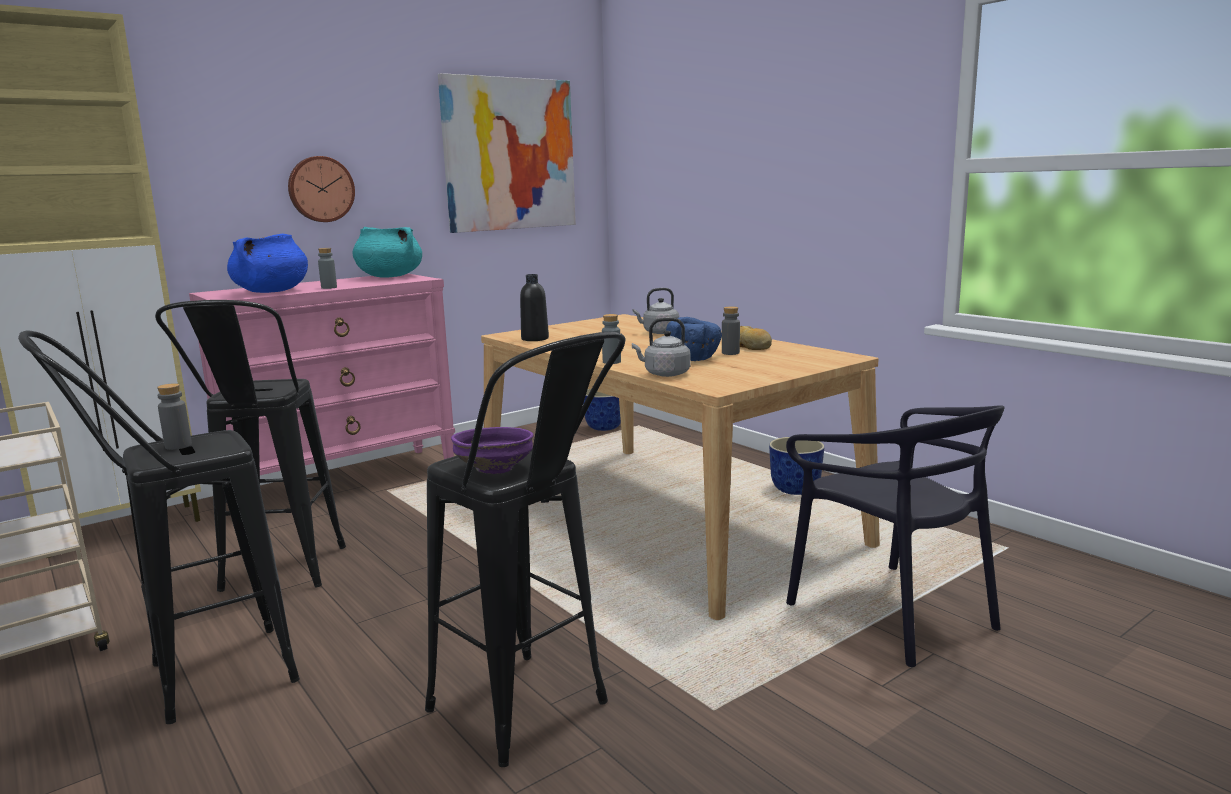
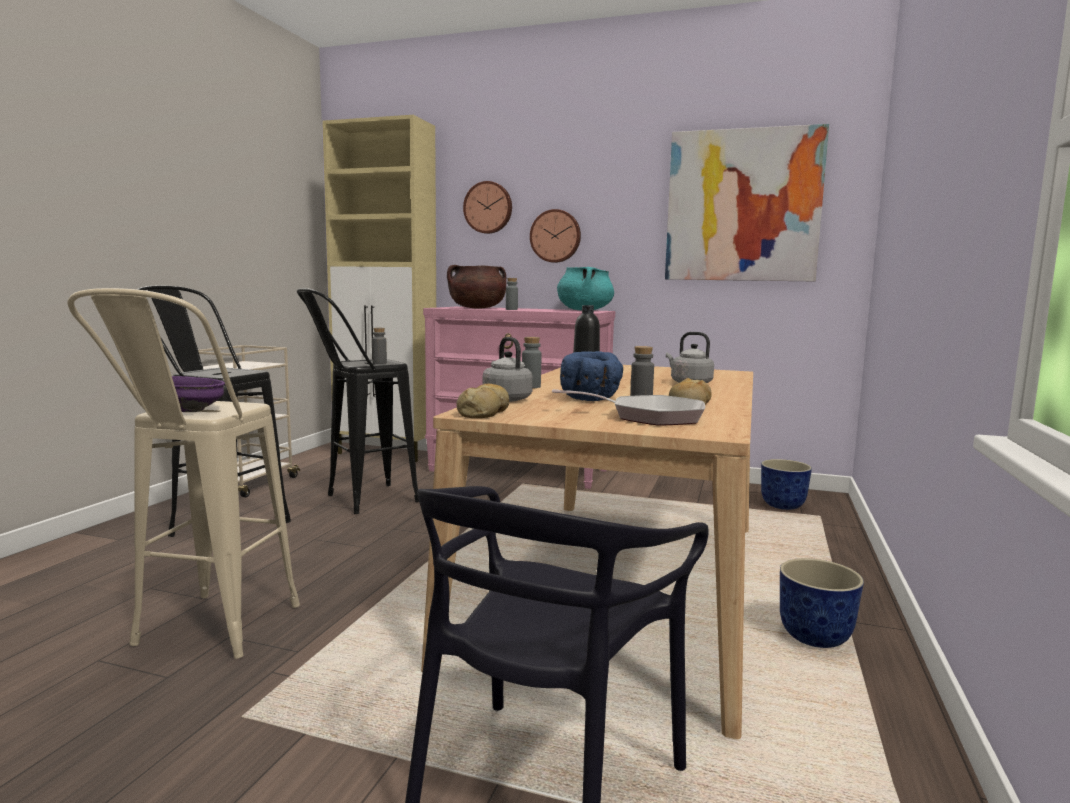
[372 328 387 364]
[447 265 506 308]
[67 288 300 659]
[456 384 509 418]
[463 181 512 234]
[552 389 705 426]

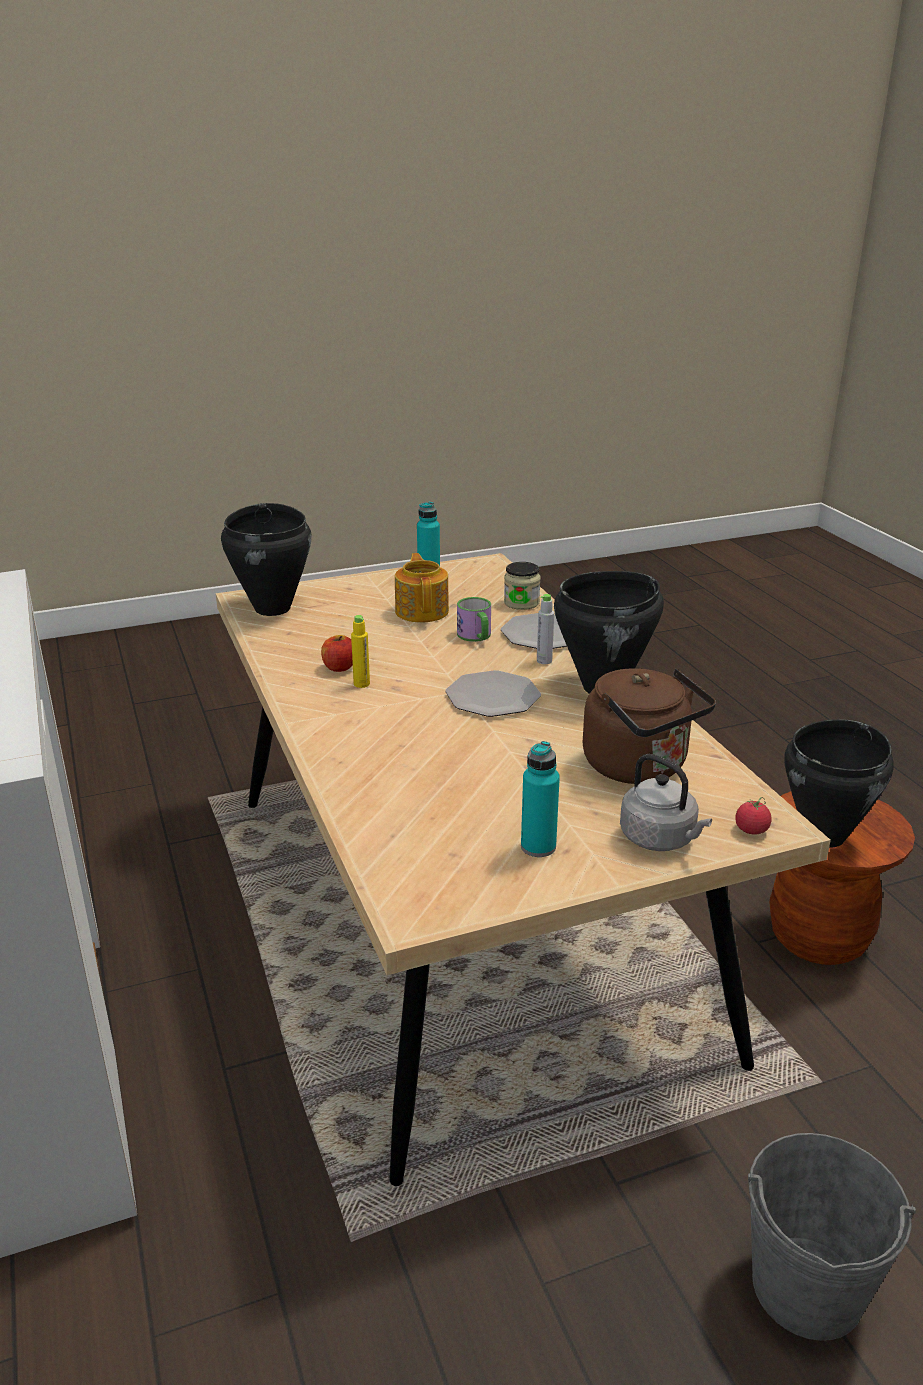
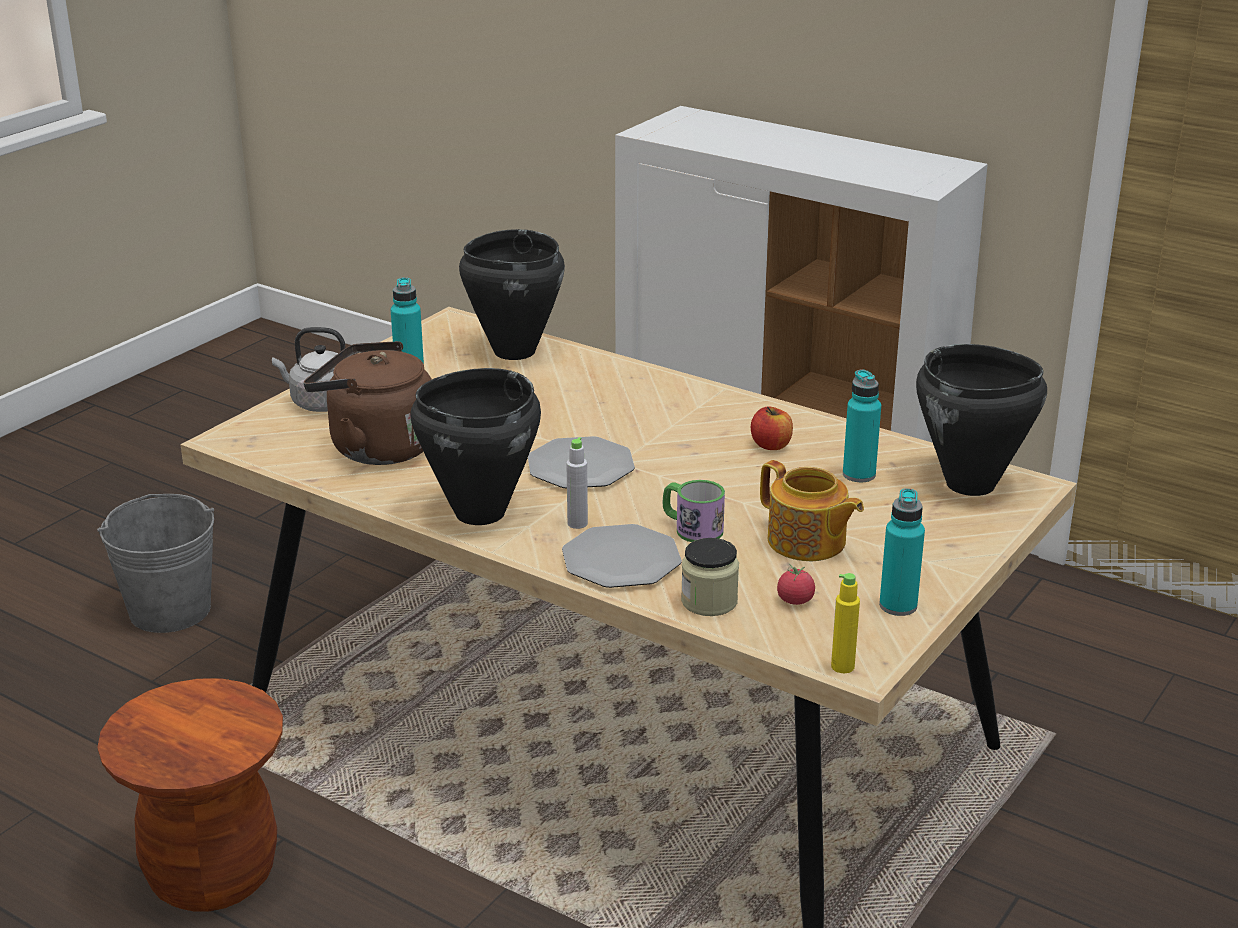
[831 573 860 673]
[777 564 815 605]
[459 229 565 360]
[843 369 881 482]

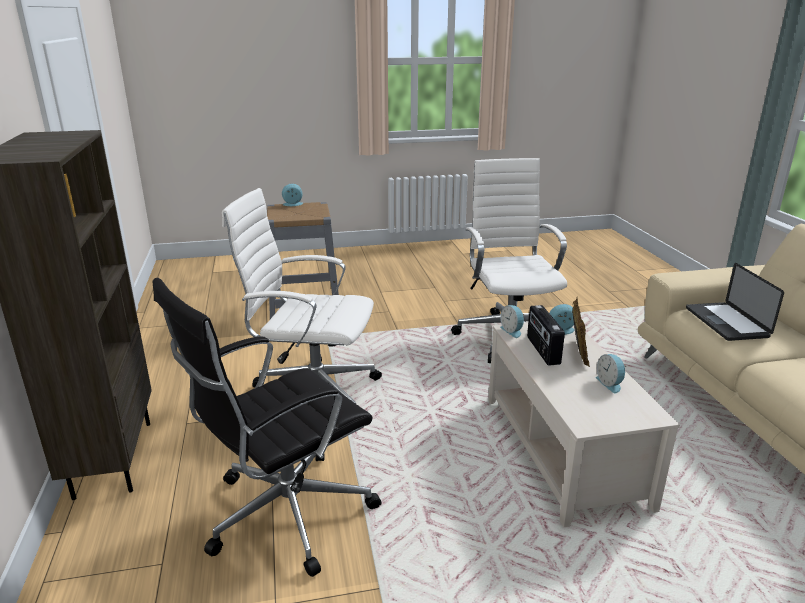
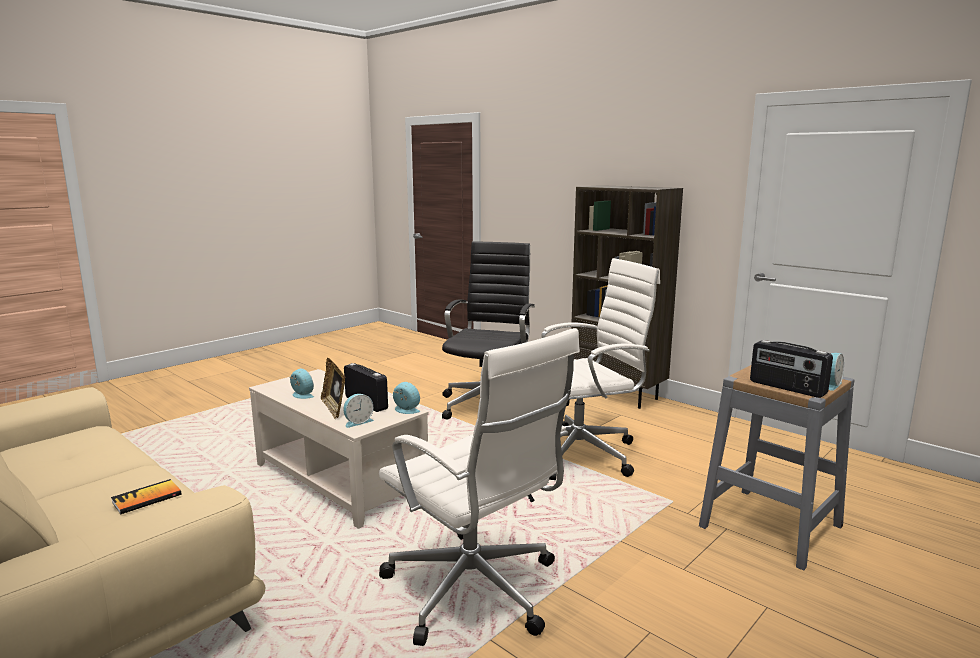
[111 479 182 515]
[750 340 833 398]

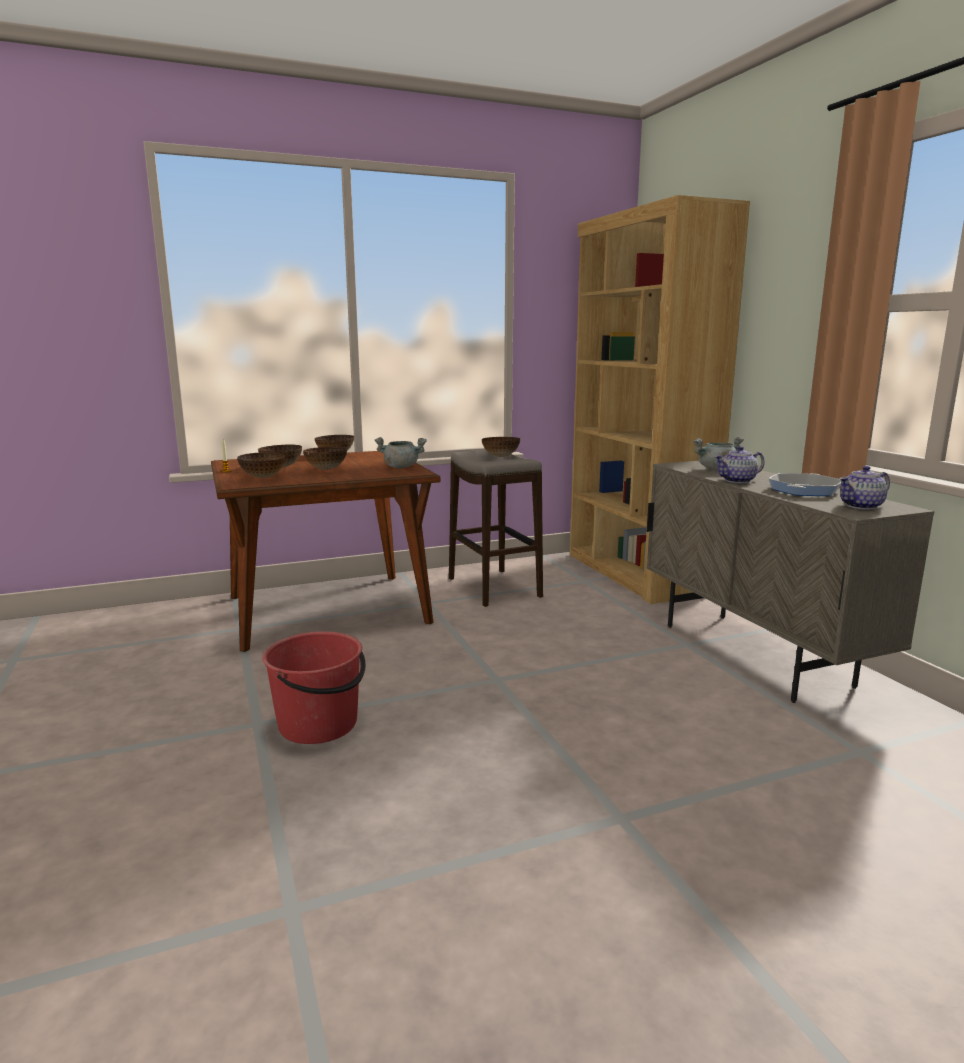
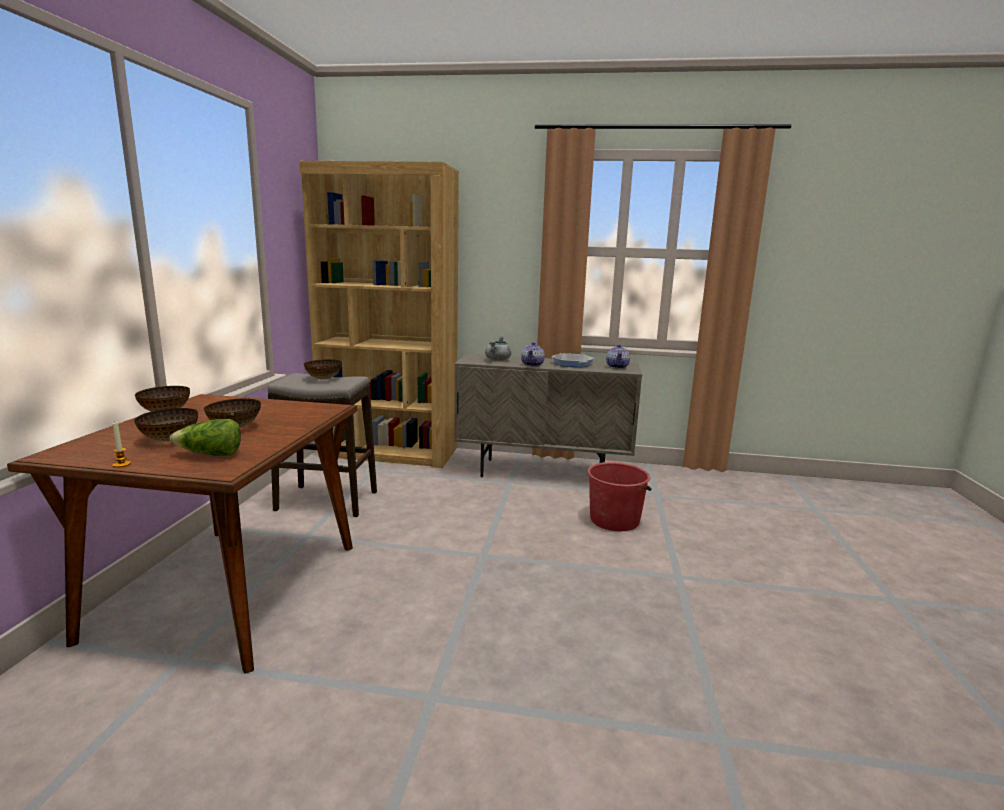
[170 419 241 456]
[588 462 652 531]
[375 437 427 468] (first image)

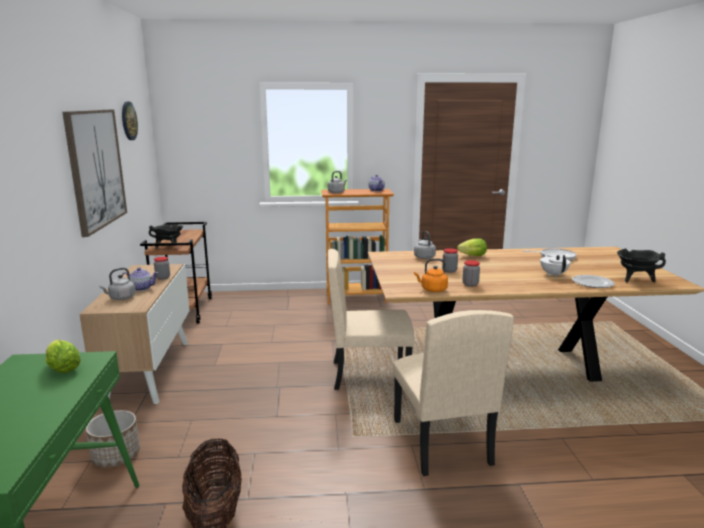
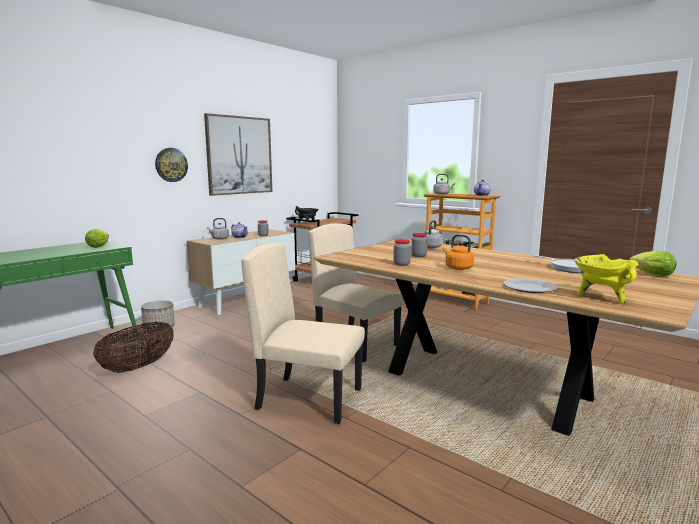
[155 148 188 182]
[241 244 365 424]
[443 234 474 270]
[630 251 677 276]
[540 255 571 277] (first image)
[574 254 638 305]

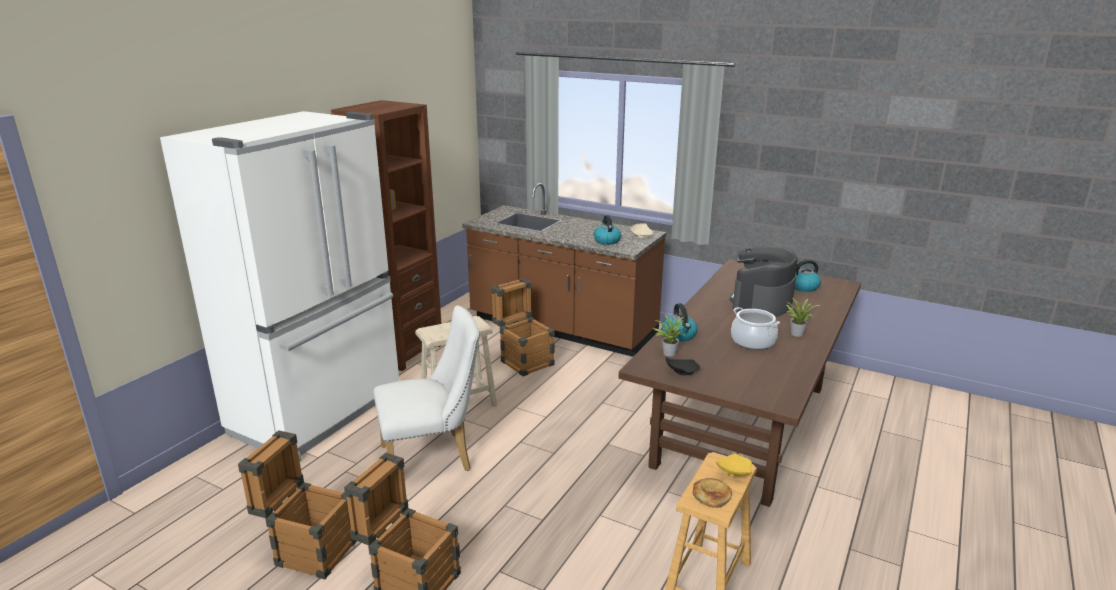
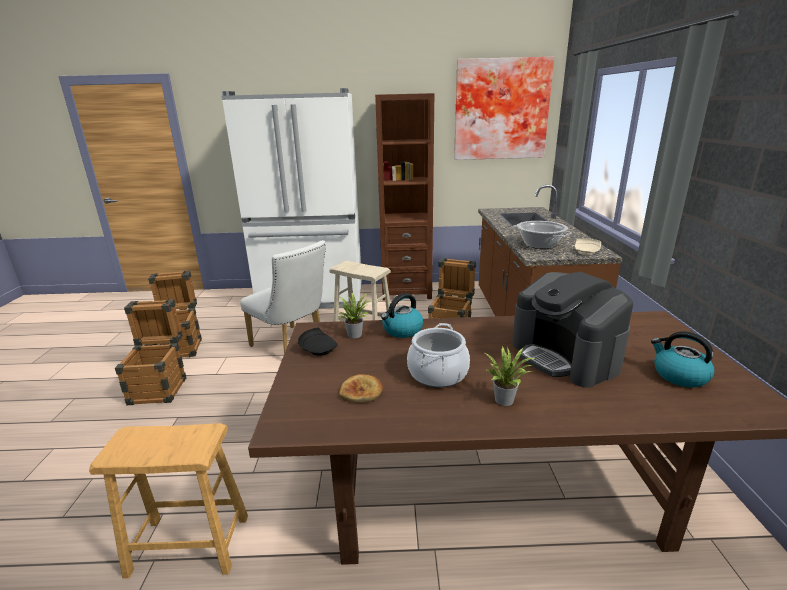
[513 221 572 249]
[339 374 383 403]
[716 454 752 477] (first image)
[512 272 633 388]
[454 57 554 160]

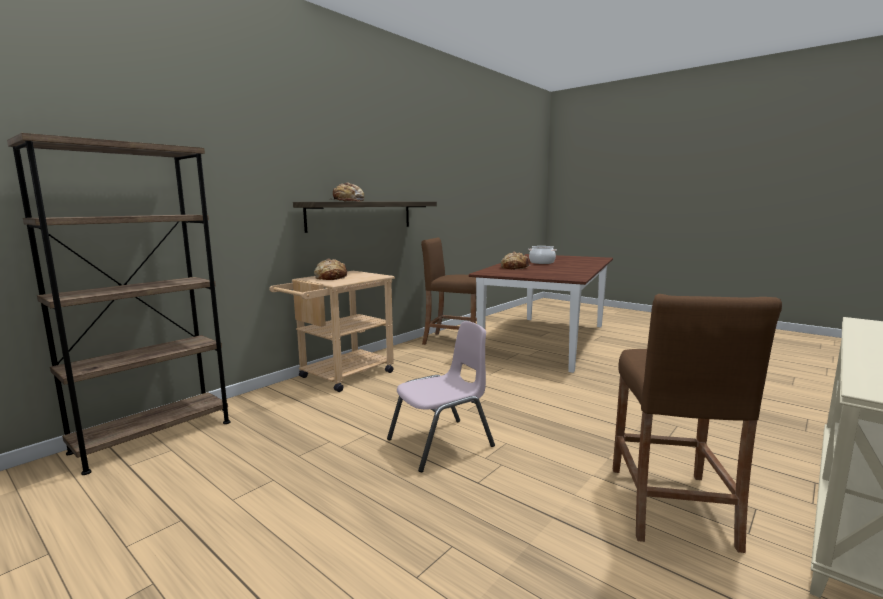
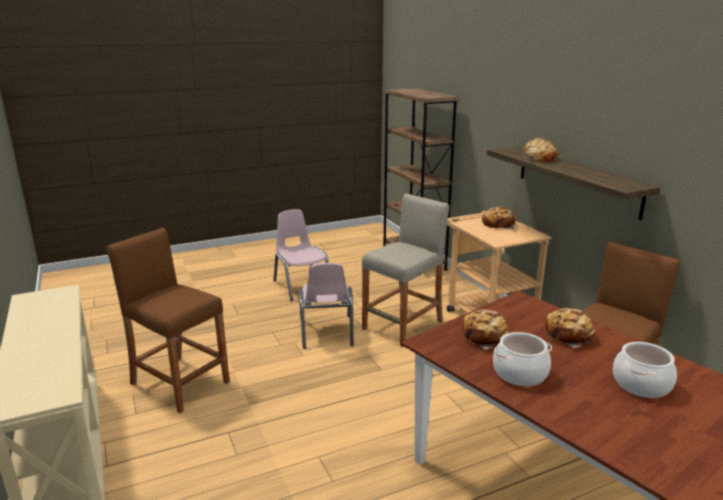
[273 209 329 302]
[362 194 449 347]
[462 309 509 349]
[493 332 552 386]

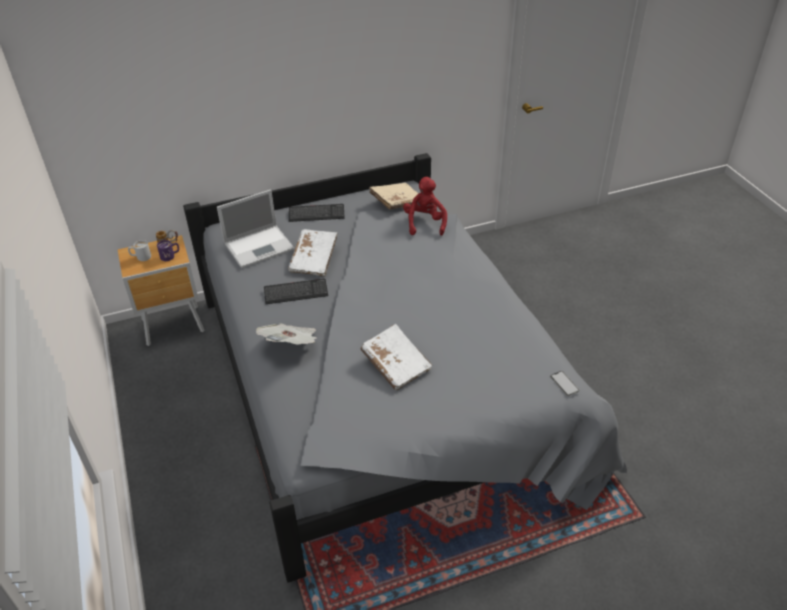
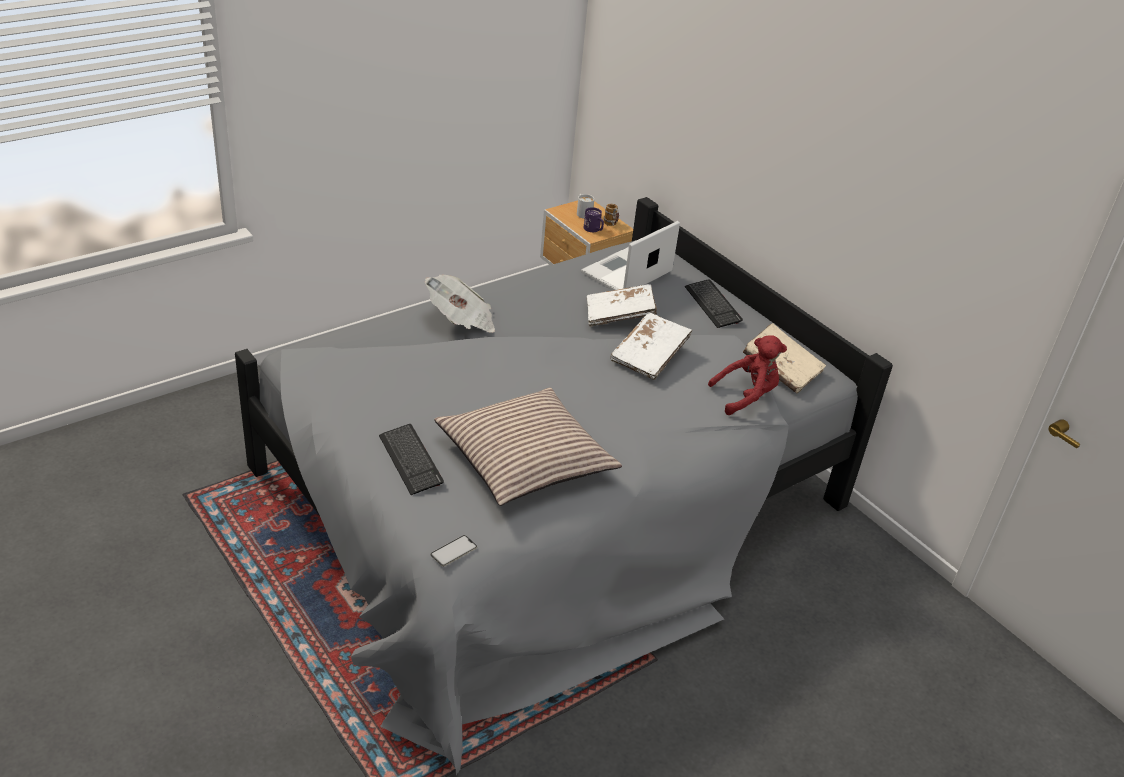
[581 221 680 291]
[379 424 444 495]
[610 313 692 380]
[434 388 622 506]

